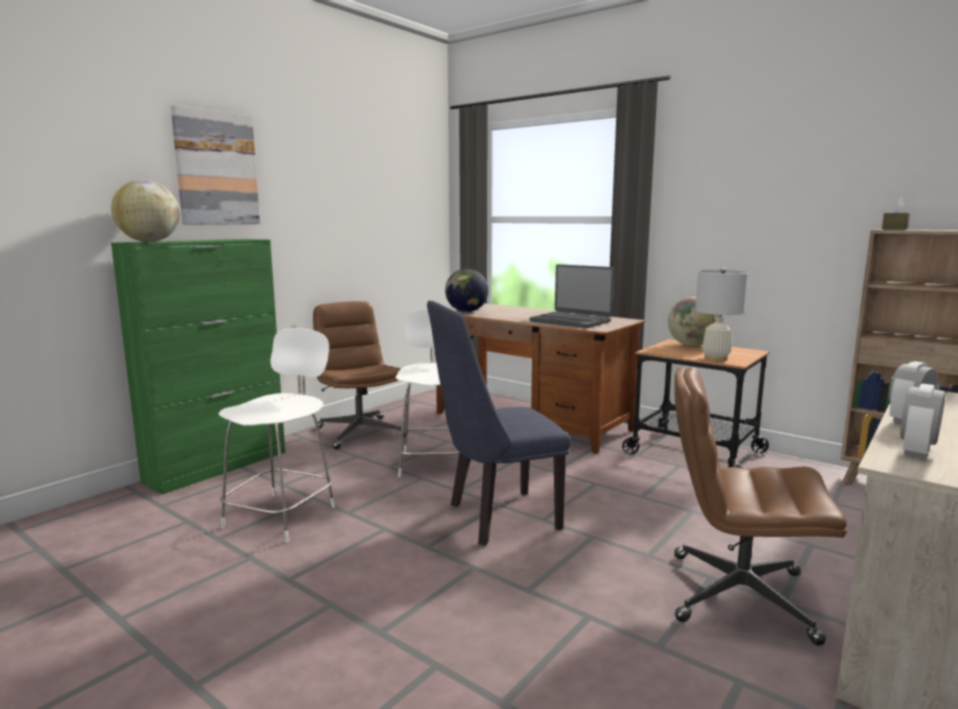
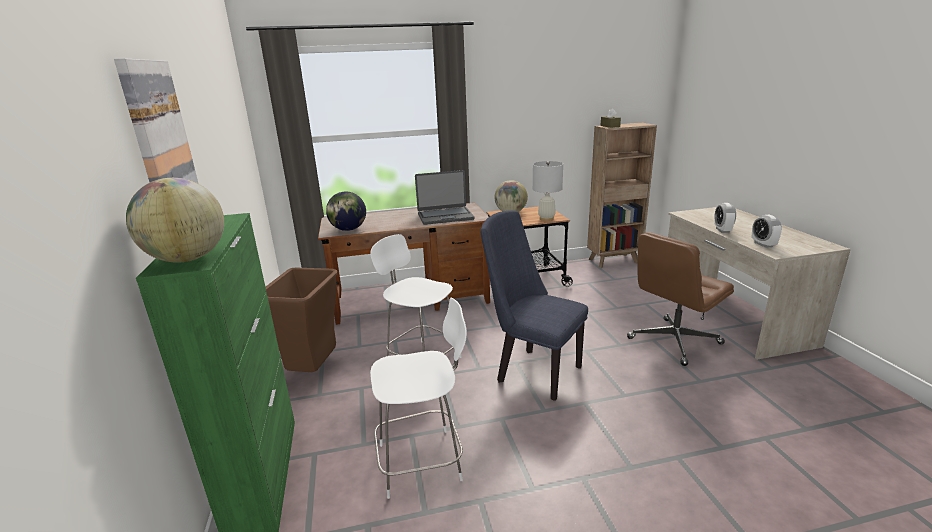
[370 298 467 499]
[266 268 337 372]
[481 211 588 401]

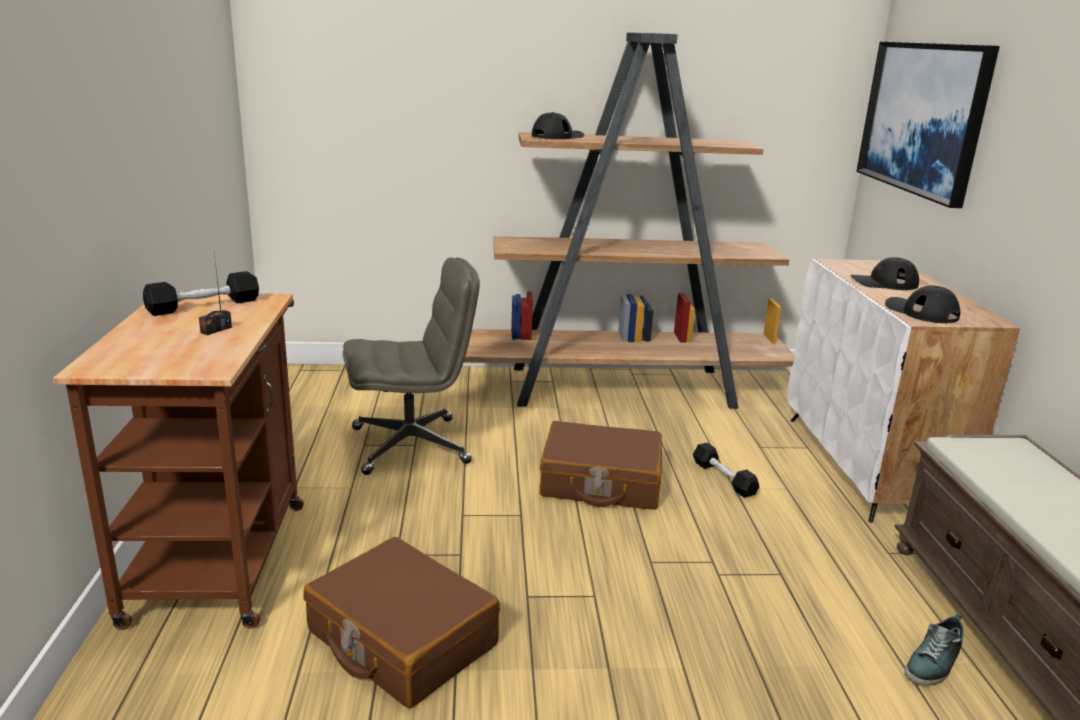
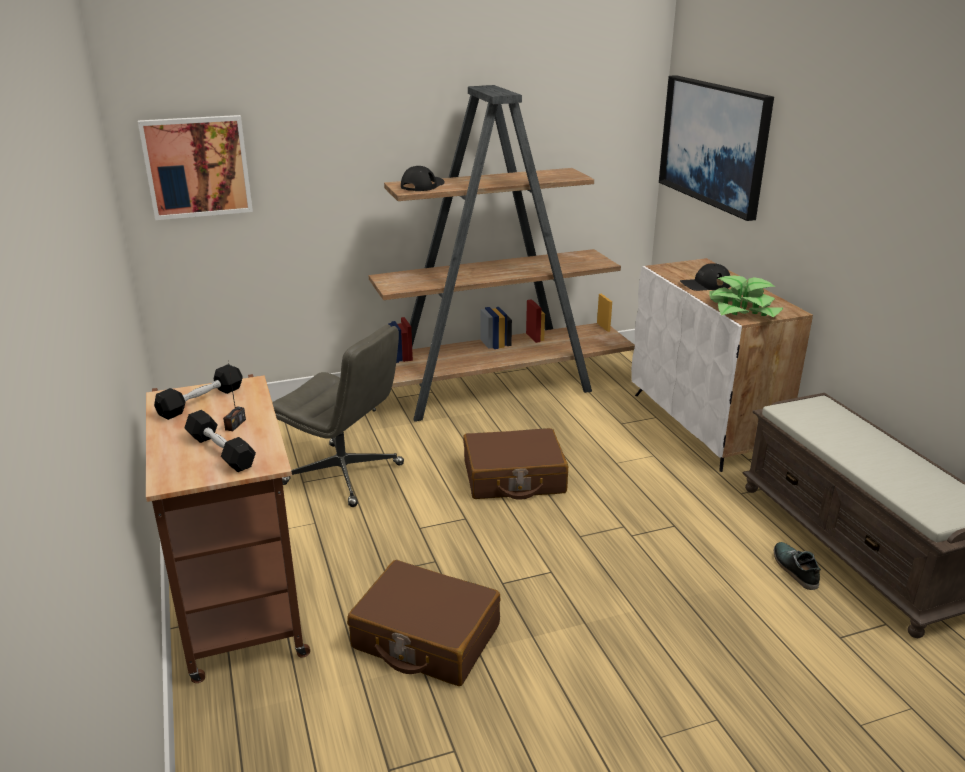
[272 325 404 507]
[184 410 256 472]
[709 275 783 317]
[774 542 821 590]
[138 115 253 220]

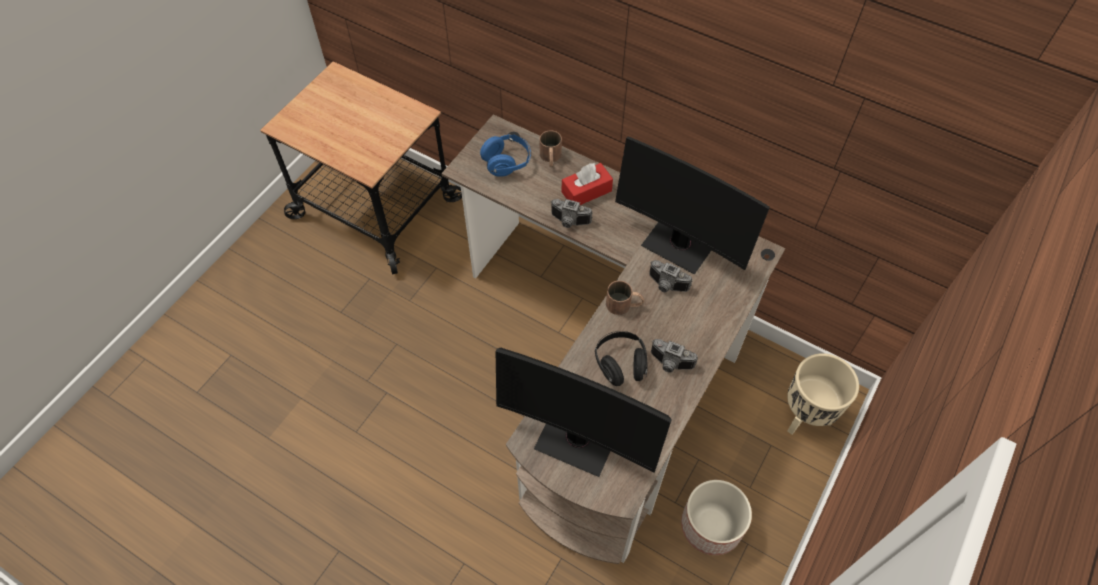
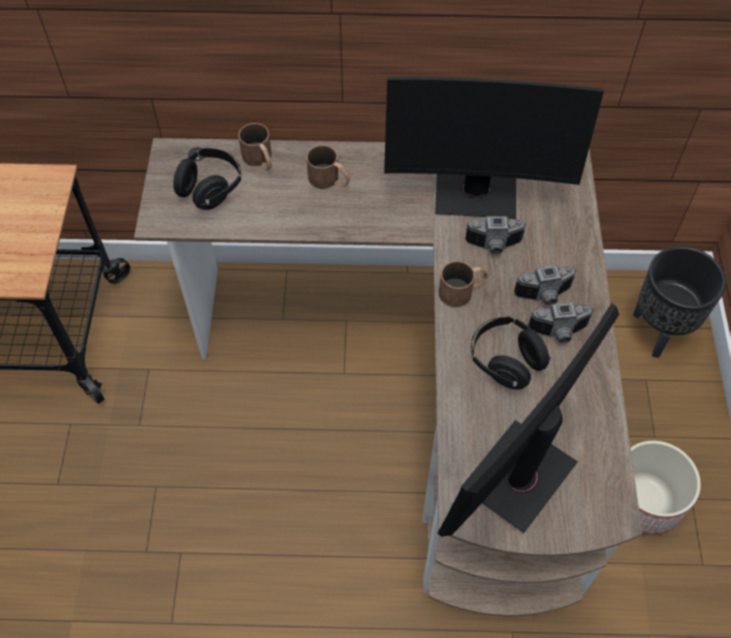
[173 148 241 210]
[438 303 619 537]
[514 265 577 306]
[307 145 350 189]
[633 246 726 358]

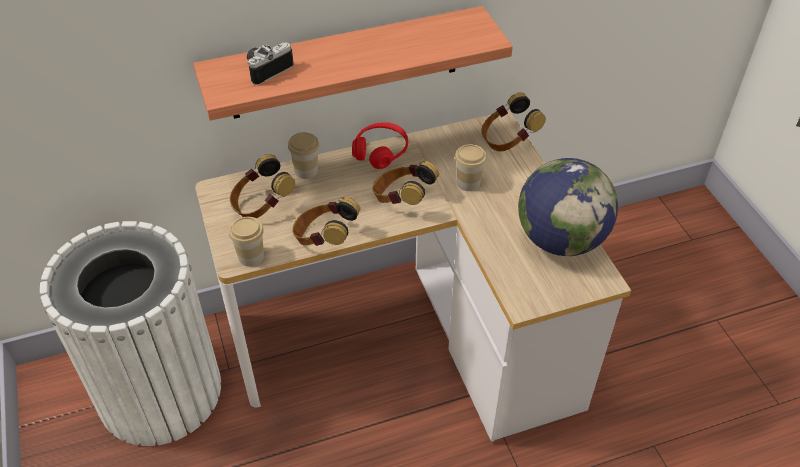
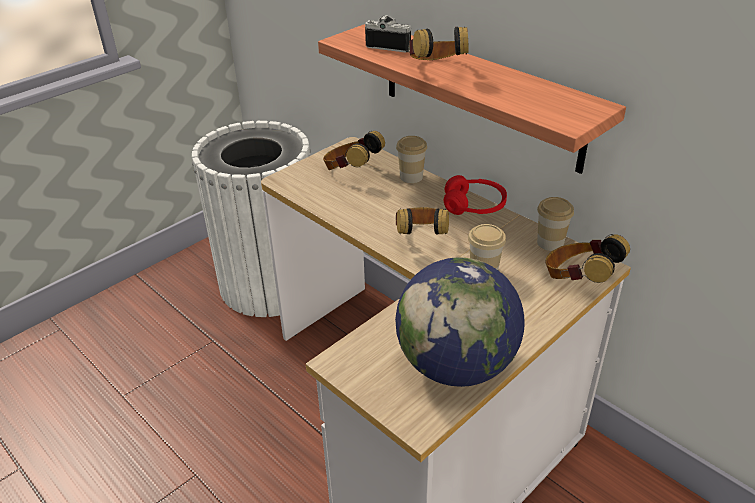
[537 197 574 251]
[408 26 469 60]

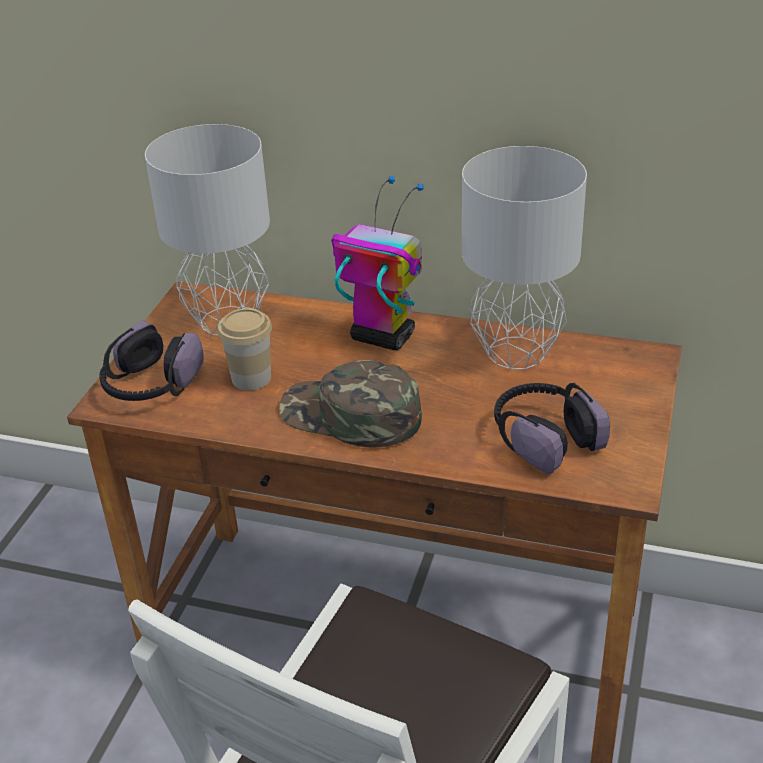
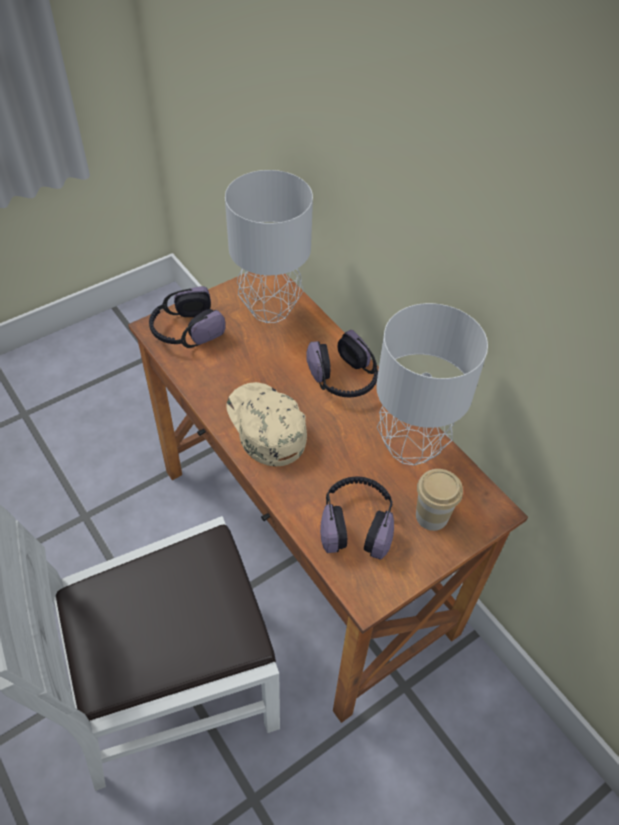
[416 469 463 531]
[226 382 307 466]
[306 330 378 397]

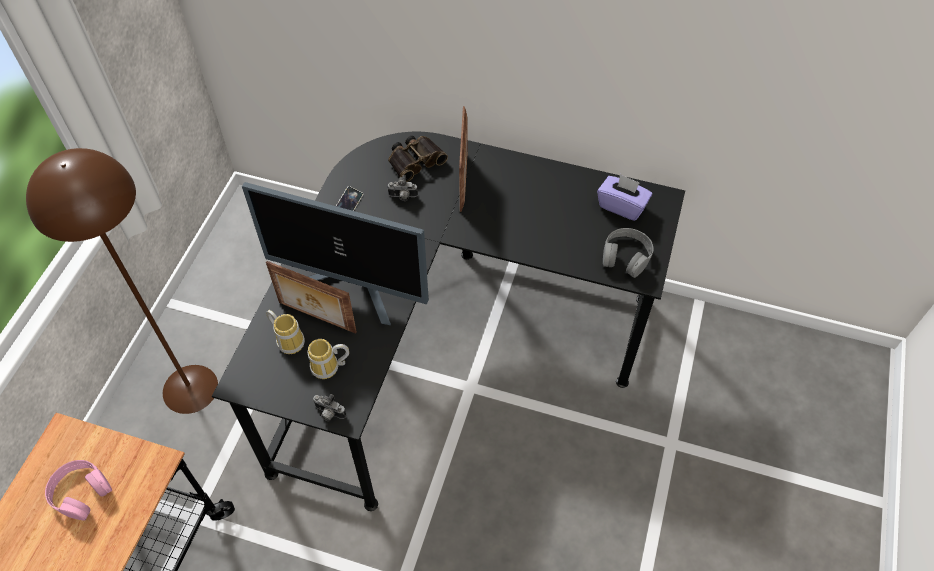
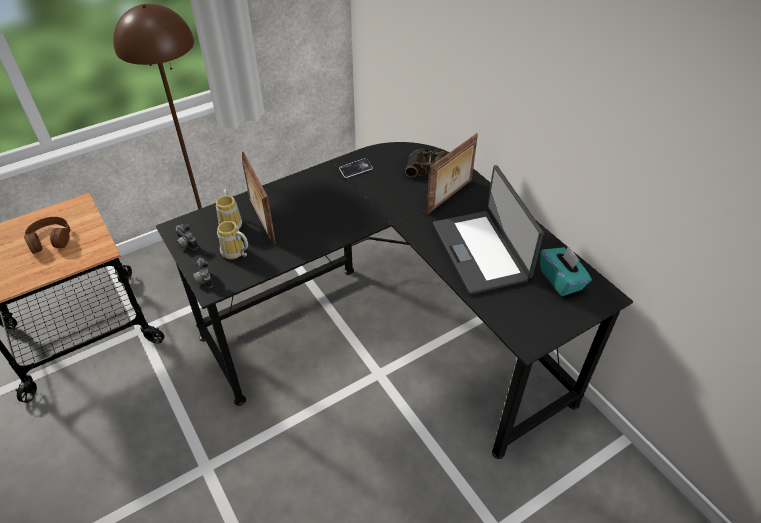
[24 217 70 254]
[242 182 429 325] (first image)
[176 224 198 250]
[540 246 592 296]
[603 228 654 278] (first image)
[433 165 544 295]

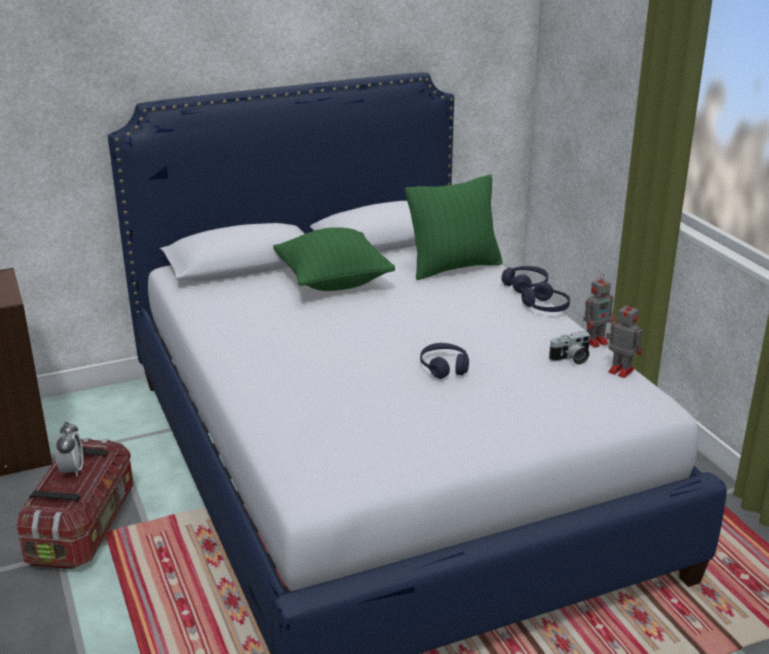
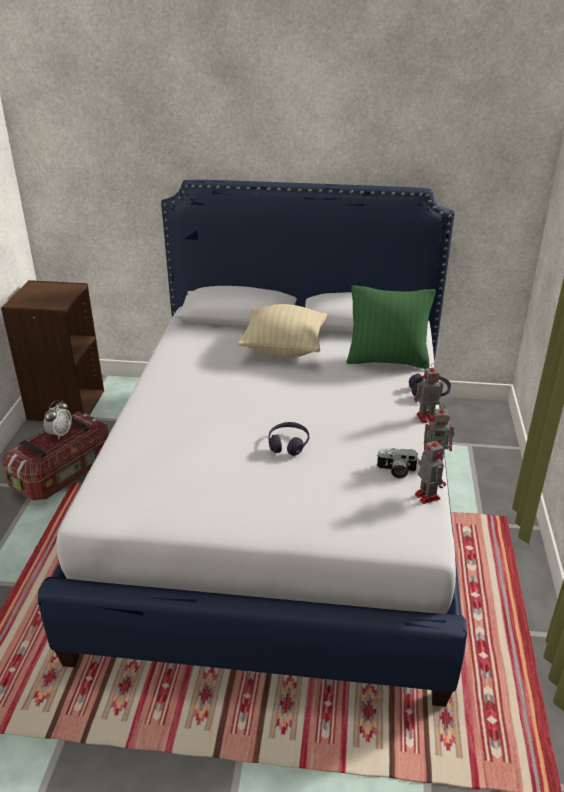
[237 304 327 357]
[414 363 443 423]

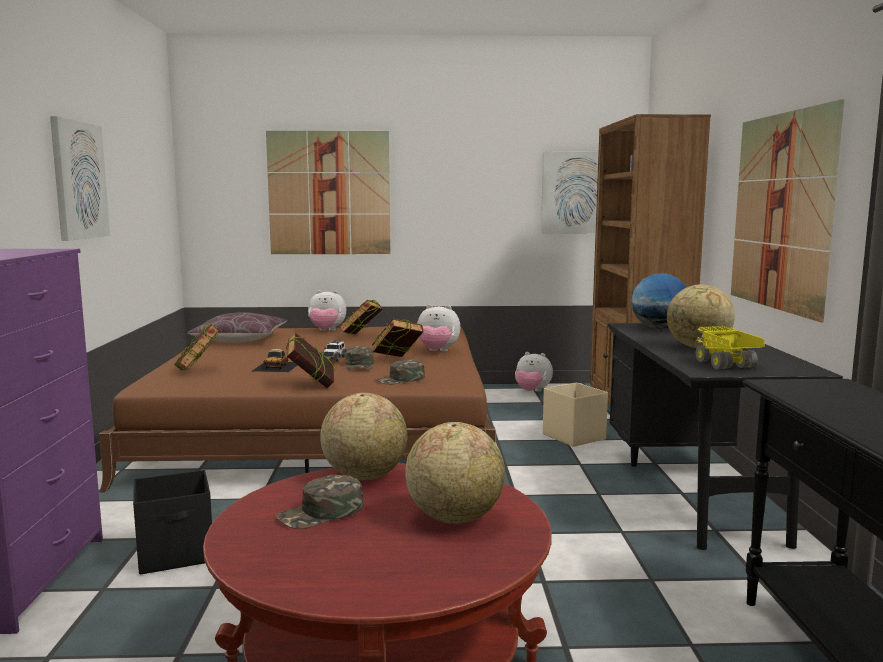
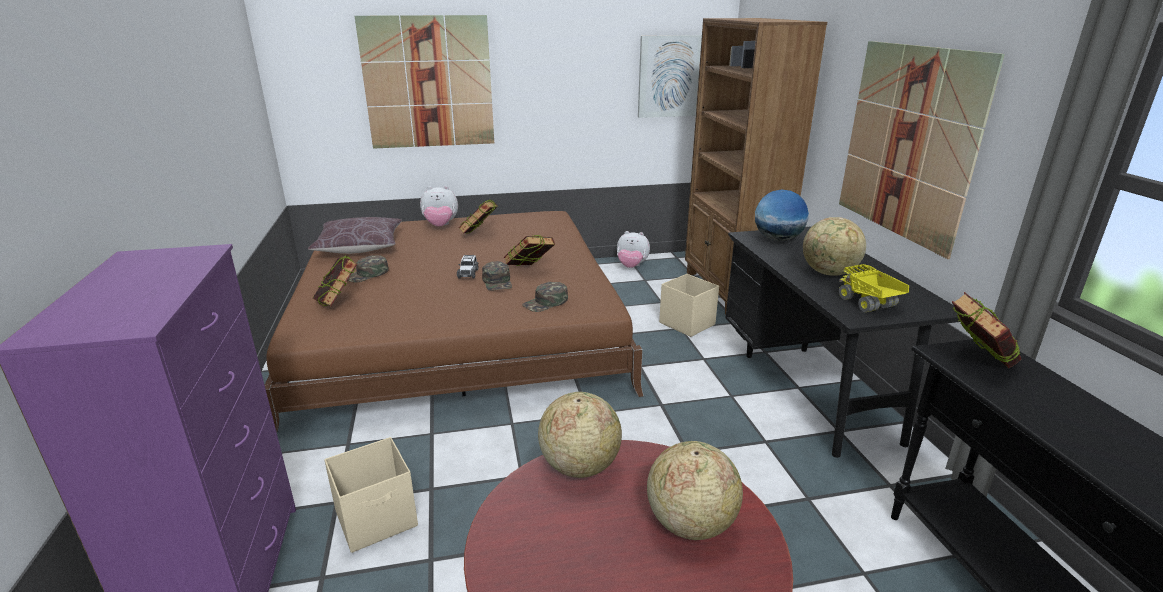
[50 116 110 241] (first image)
[324 437 418 553]
[252 349 297 372] (first image)
[348 256 389 283]
[952 292 1021 368]
[417 304 461 351] (first image)

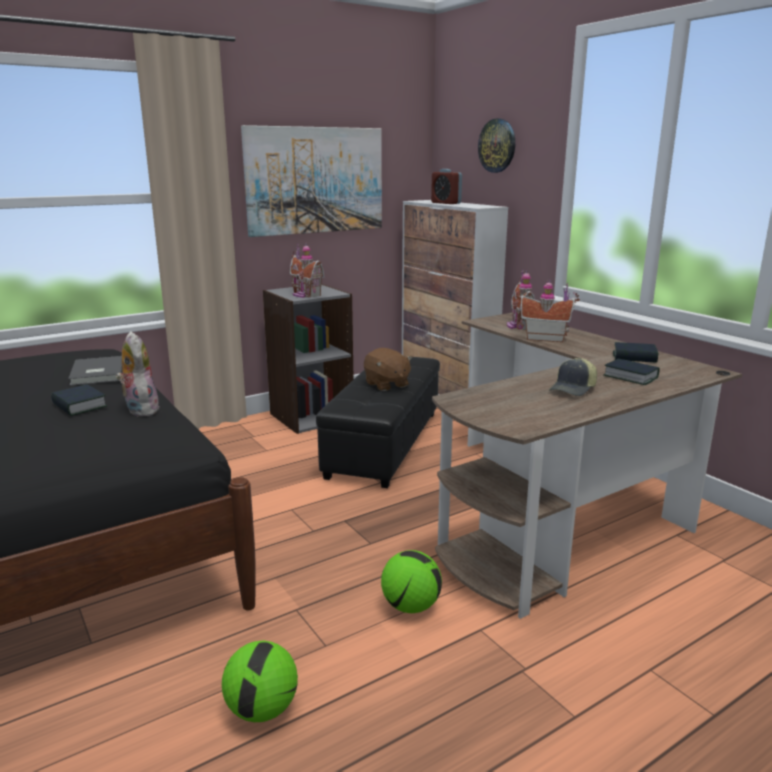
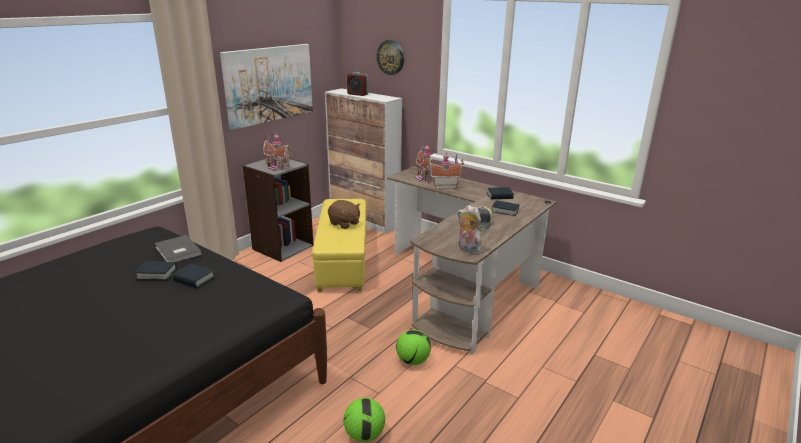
[457 205 481 255]
[312 199 366 292]
[135 261 177 280]

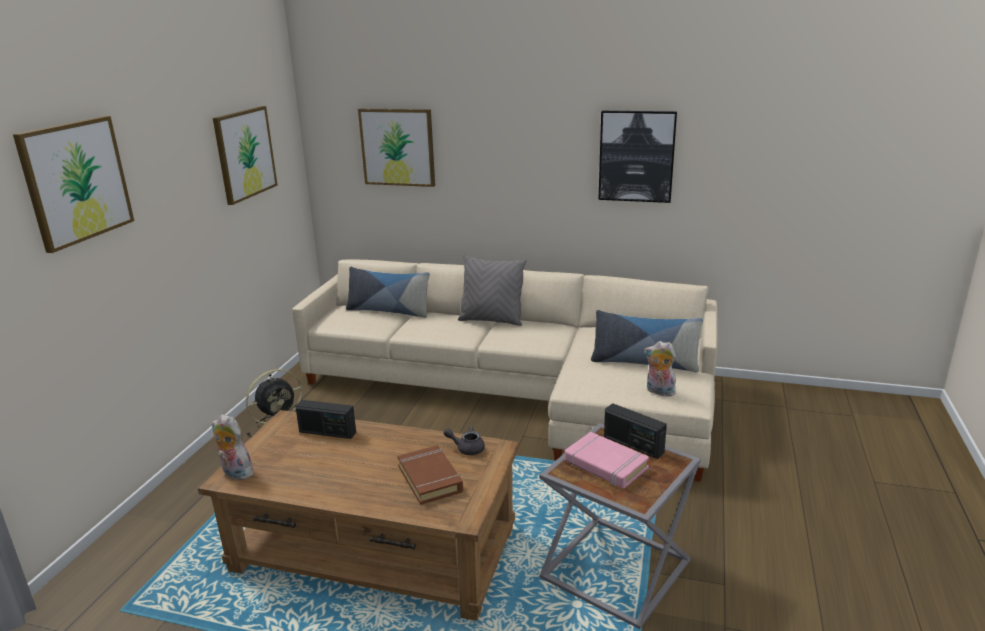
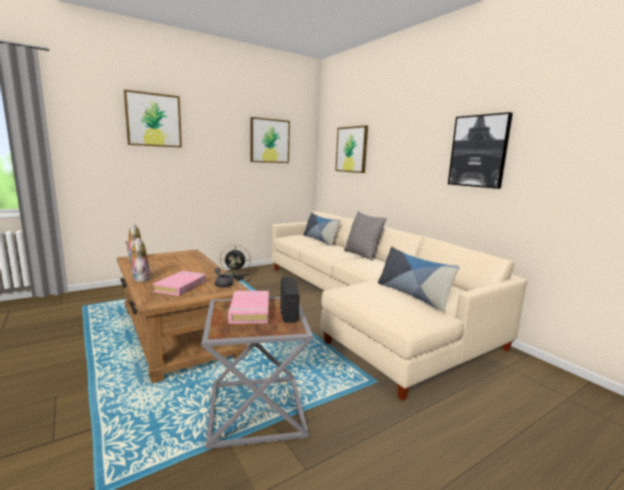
[295 400 356 439] (first image)
[153 271 206 296]
[128 237 151 282]

